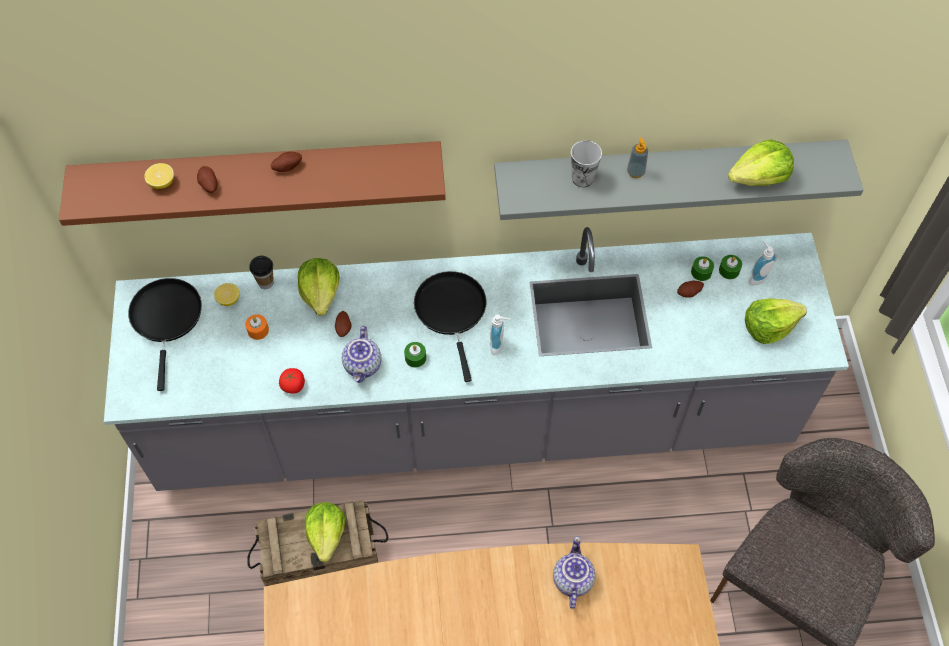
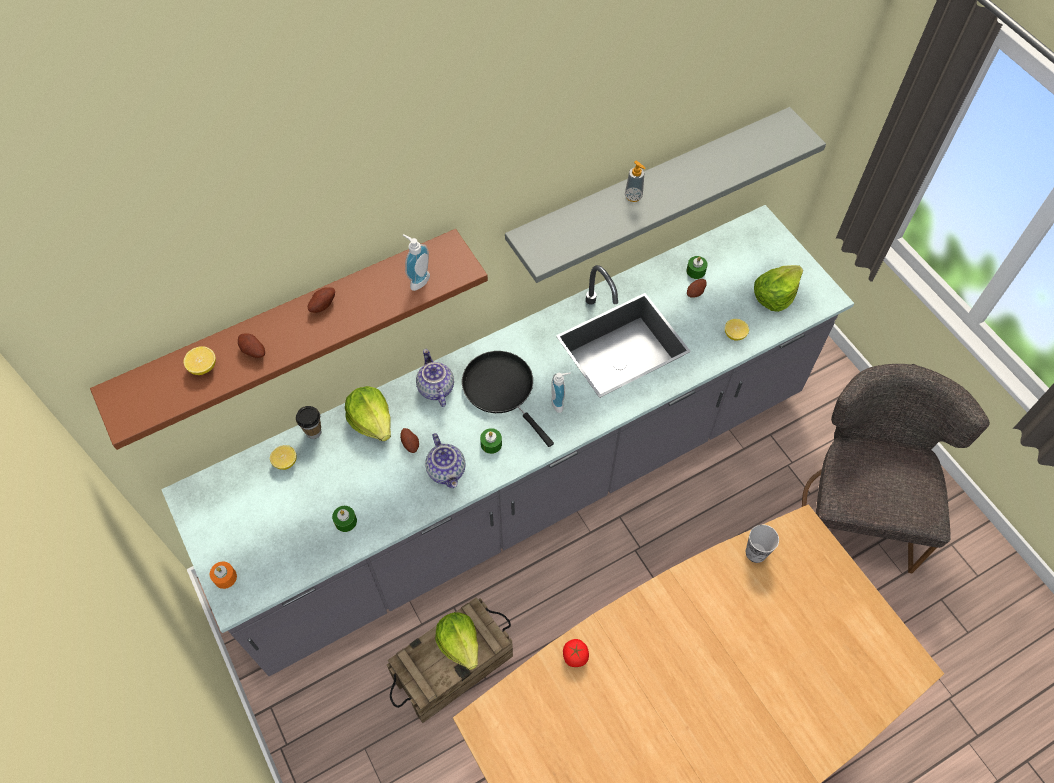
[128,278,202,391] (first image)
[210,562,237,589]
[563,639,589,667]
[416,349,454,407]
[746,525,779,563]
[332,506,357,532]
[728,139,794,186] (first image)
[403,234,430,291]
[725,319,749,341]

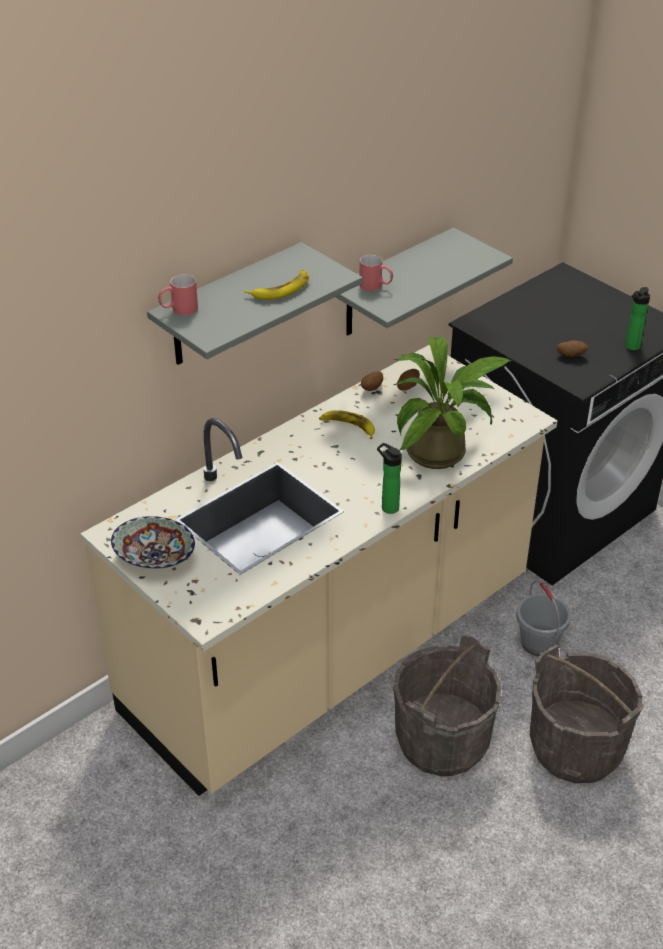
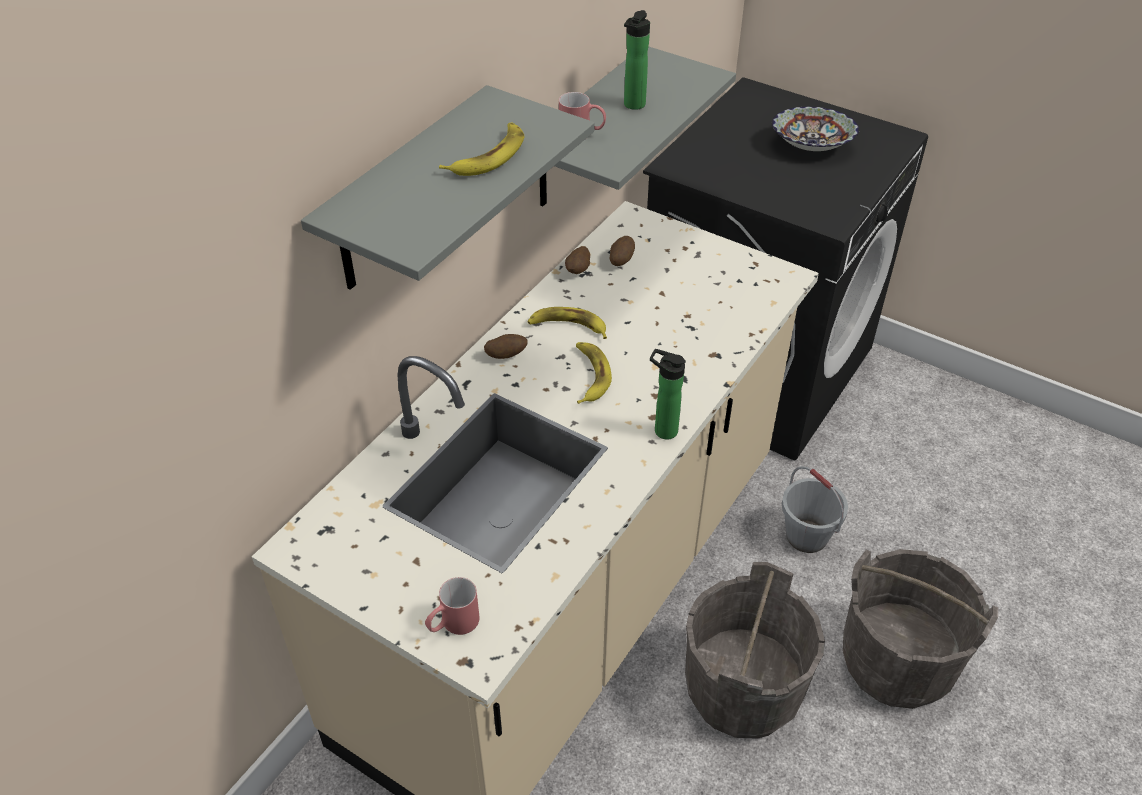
[772,107,859,151]
[425,577,480,635]
[393,337,512,469] (first image)
[484,334,528,359]
[624,10,650,110]
[576,342,612,404]

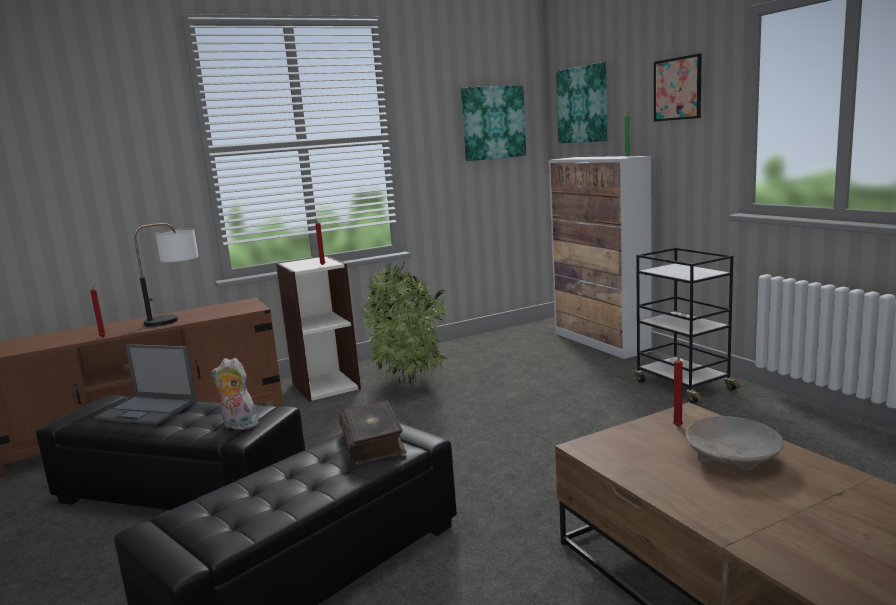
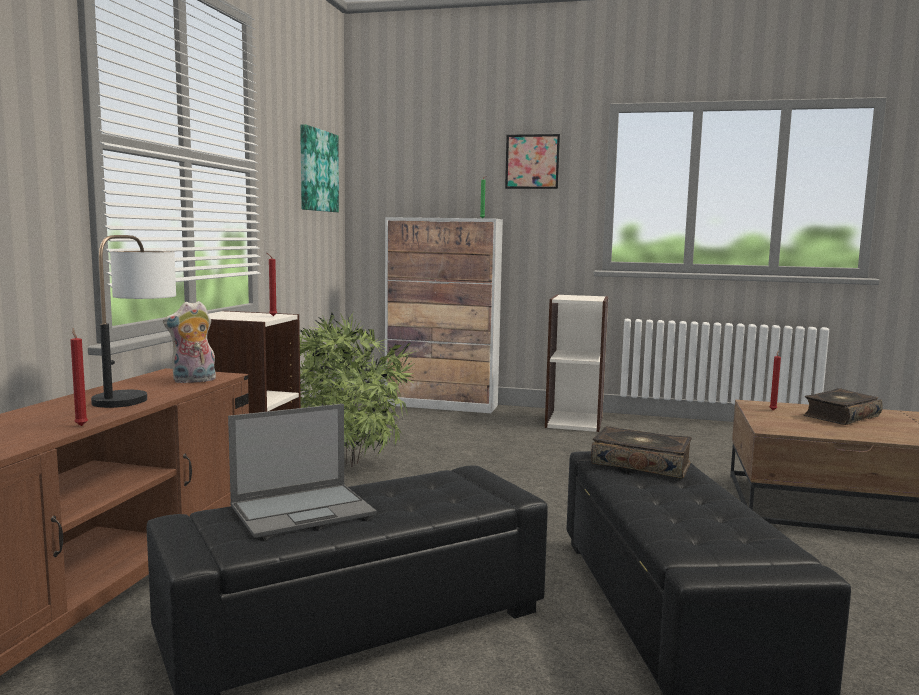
[163,301,216,383]
[556,62,607,143] (first image)
[545,294,608,432]
[803,388,883,425]

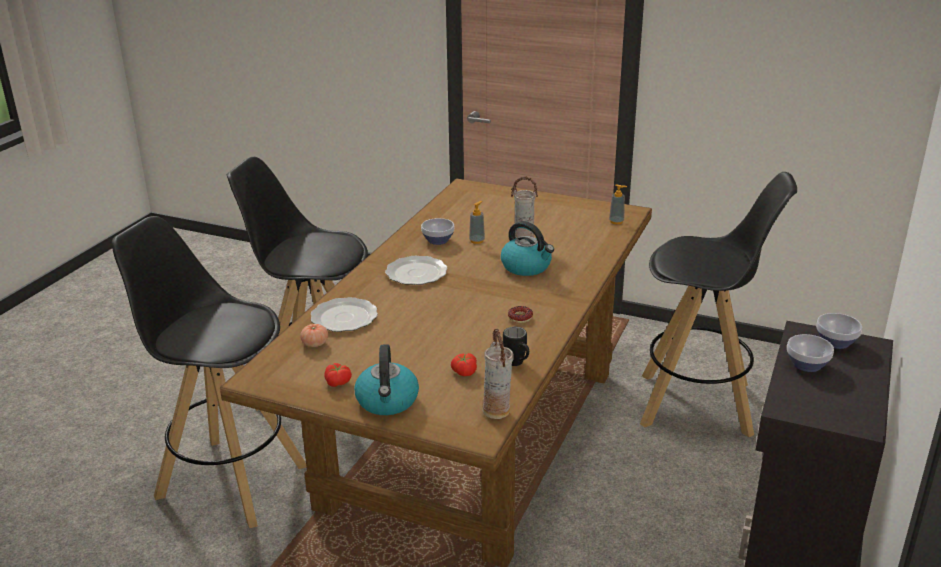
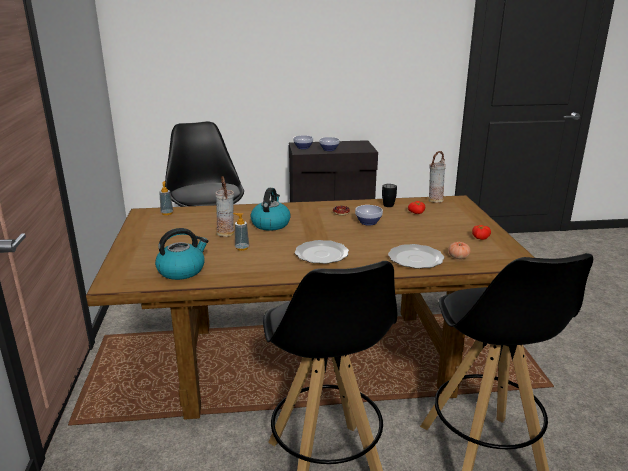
[155,228,209,280]
[355,205,383,226]

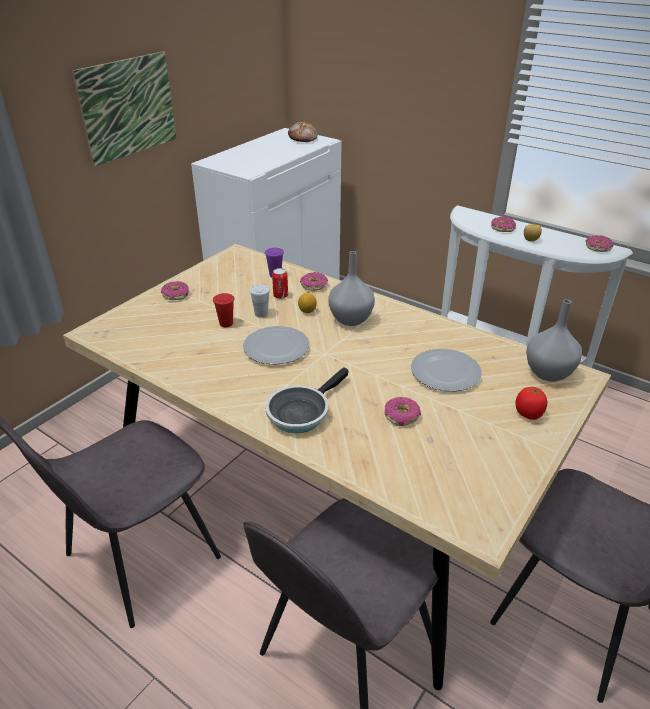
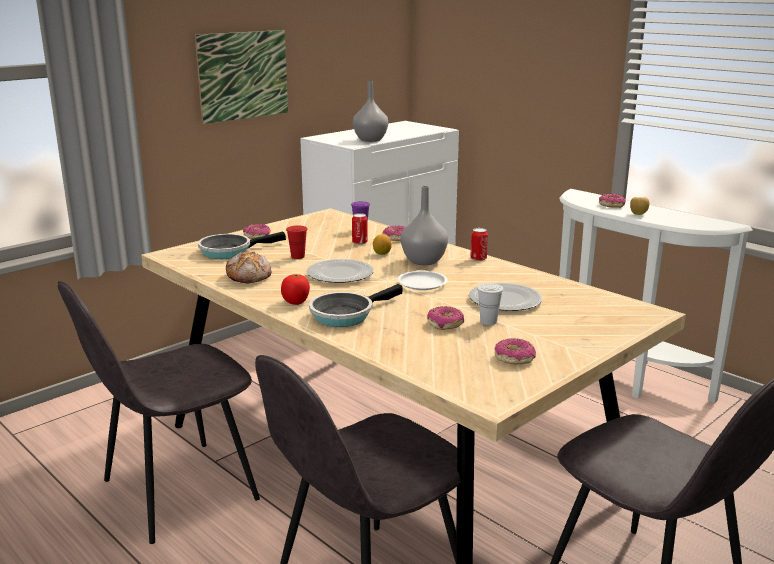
[477,283,504,325]
[226,251,271,283]
[281,274,310,305]
[353,81,388,142]
[494,338,536,365]
[198,231,286,259]
[397,271,447,290]
[470,228,488,261]

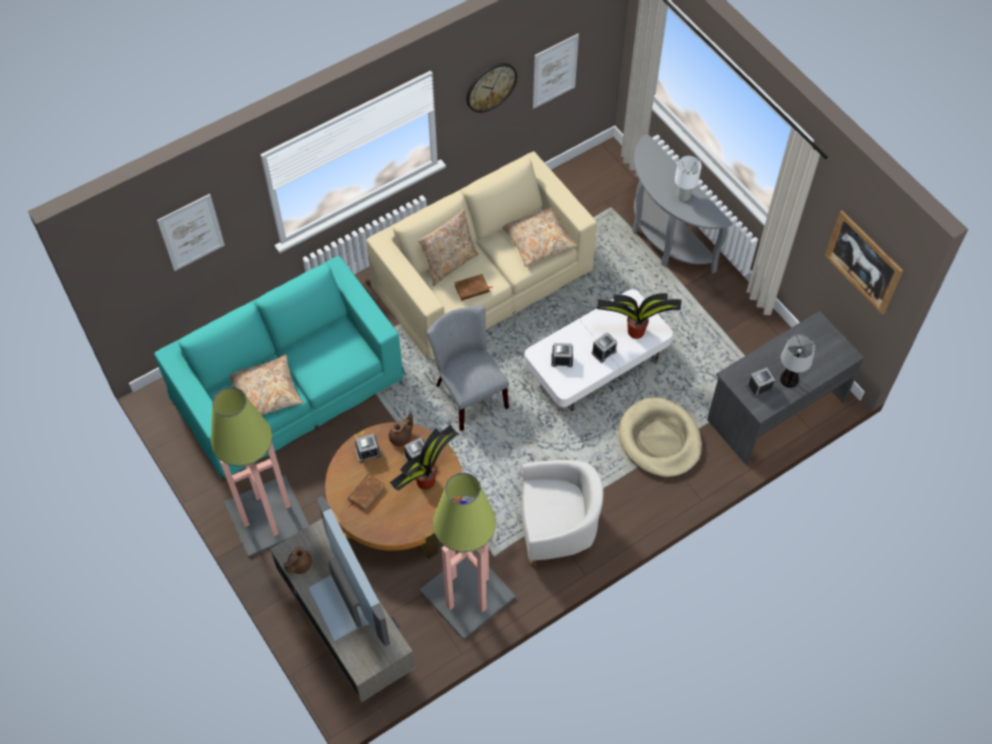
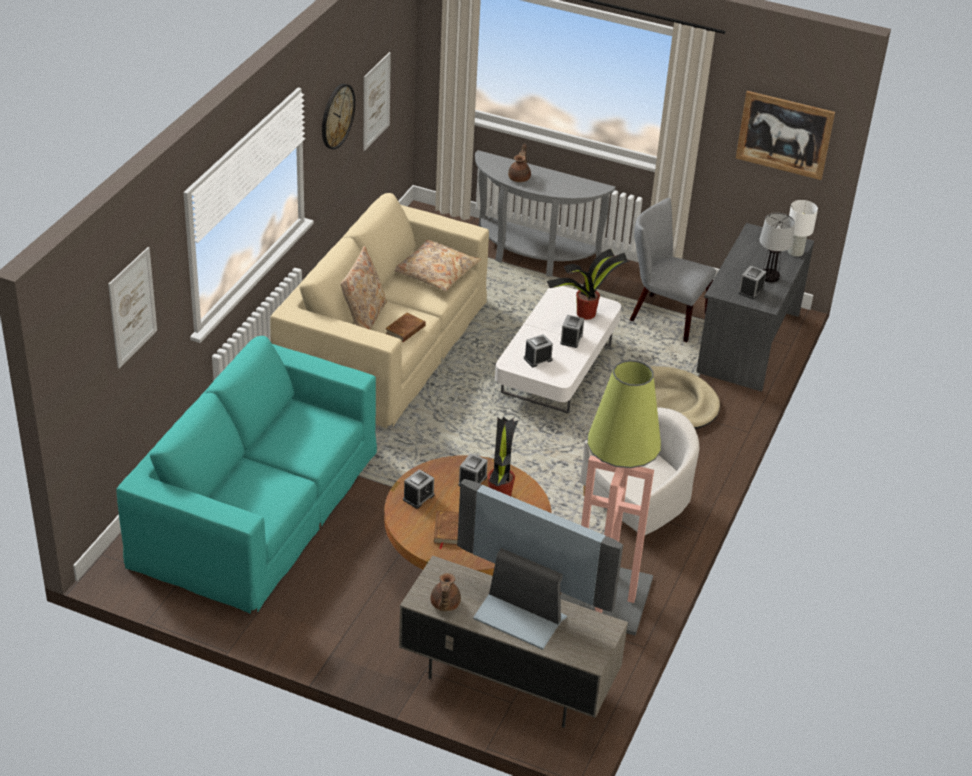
[211,387,309,557] (first image)
[229,354,303,415] (first image)
[508,143,531,182]
[630,198,716,342]
[788,200,818,257]

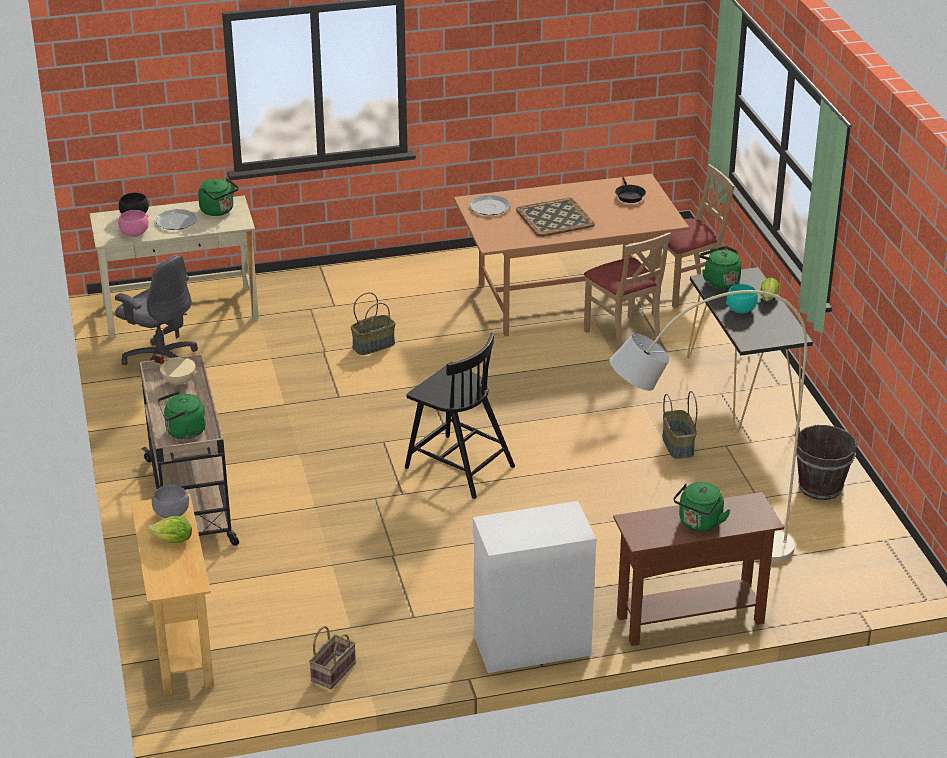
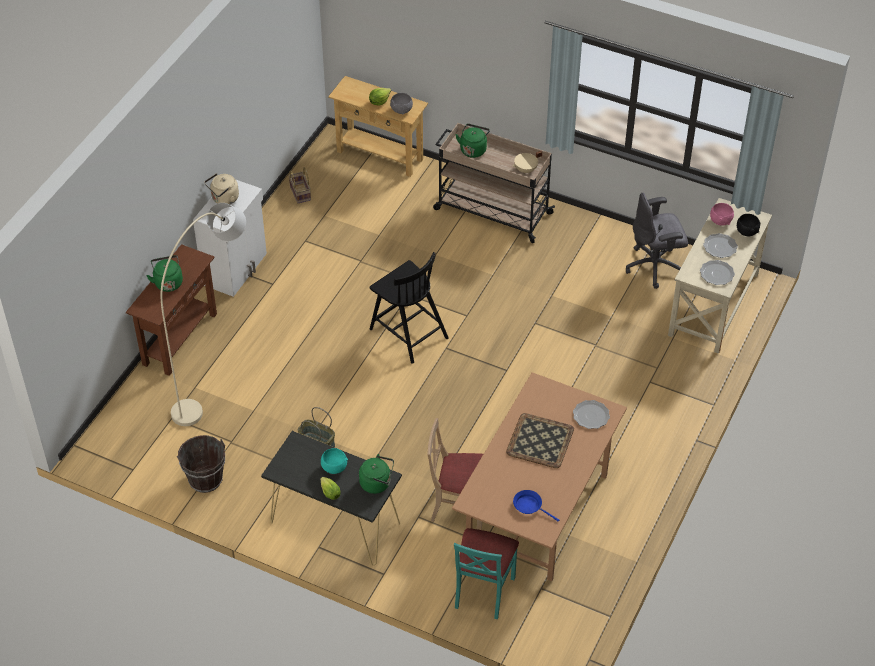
[700,260,735,285]
[351,292,396,355] (first image)
[370,252,449,364]
[513,490,559,522]
[454,528,519,619]
[204,173,239,205]

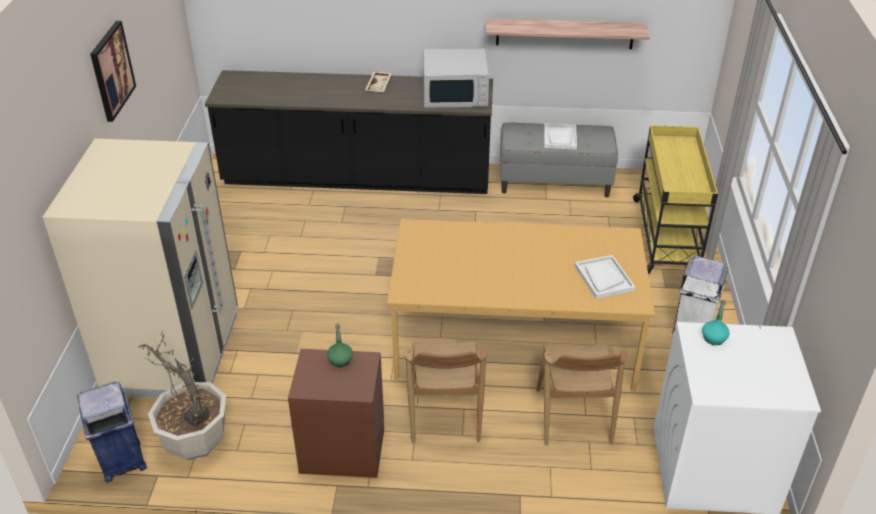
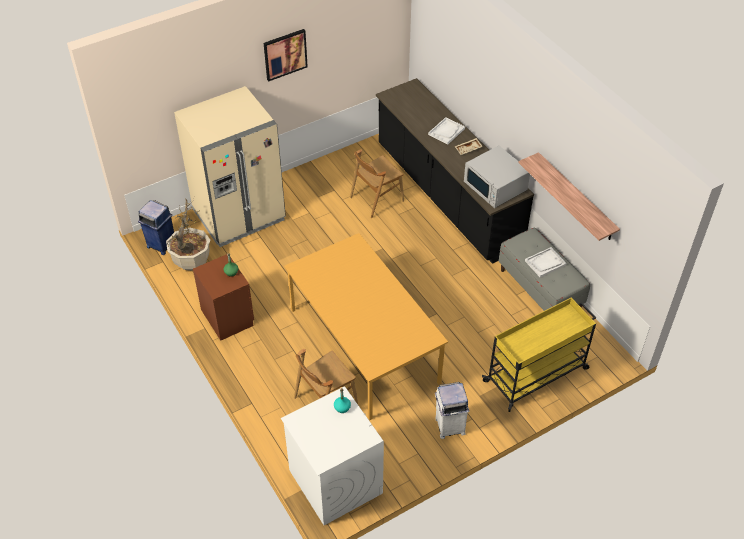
[350,149,404,218]
[428,117,465,145]

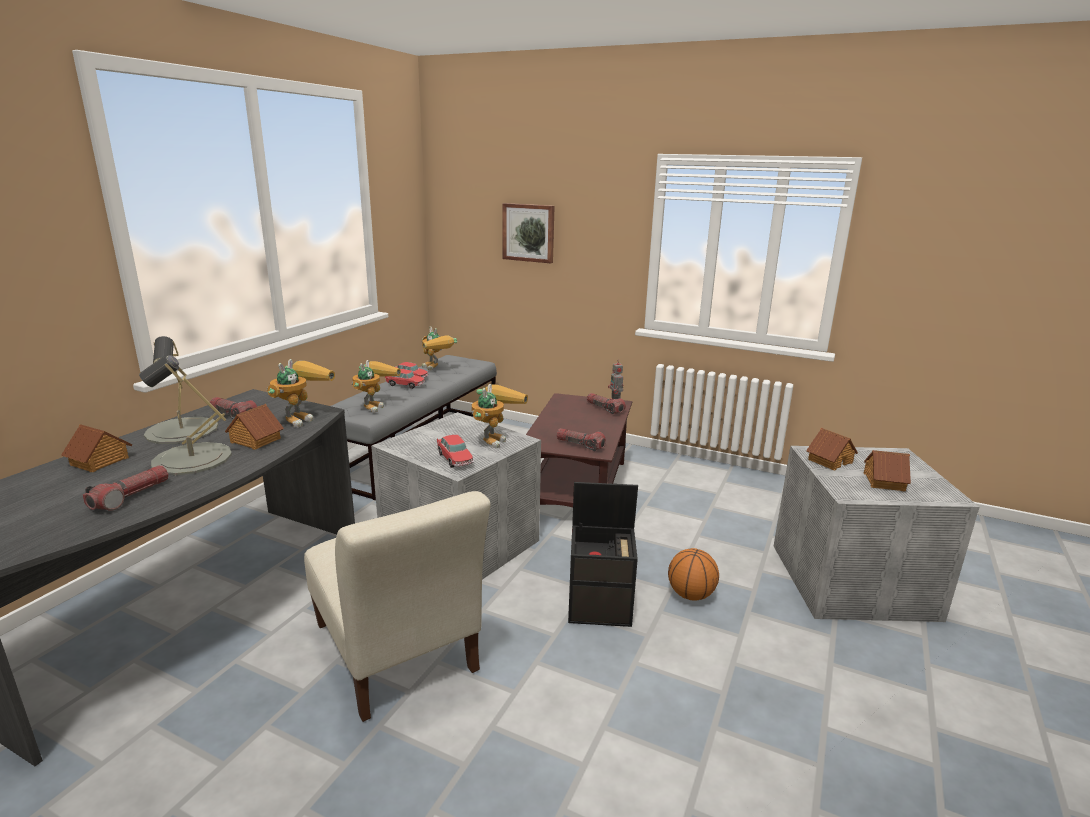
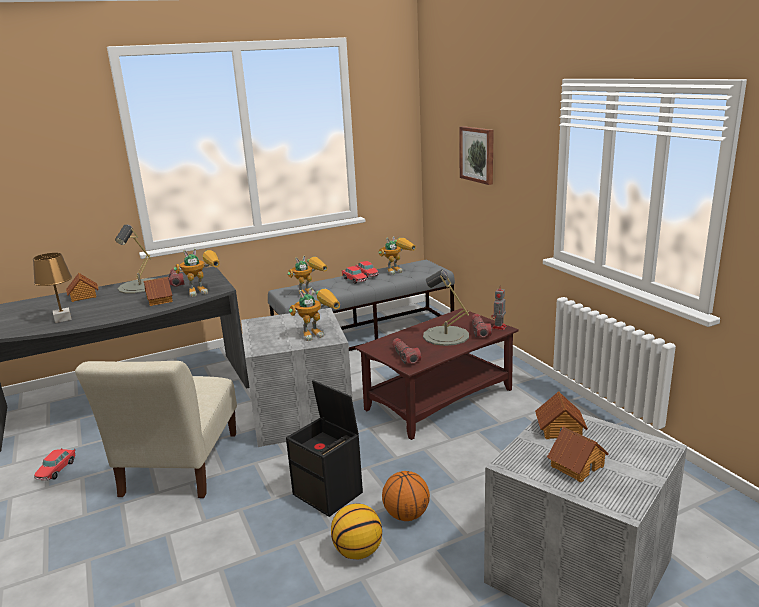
[33,253,72,323]
[423,269,469,346]
[379,236,416,275]
[34,448,76,480]
[331,503,382,559]

